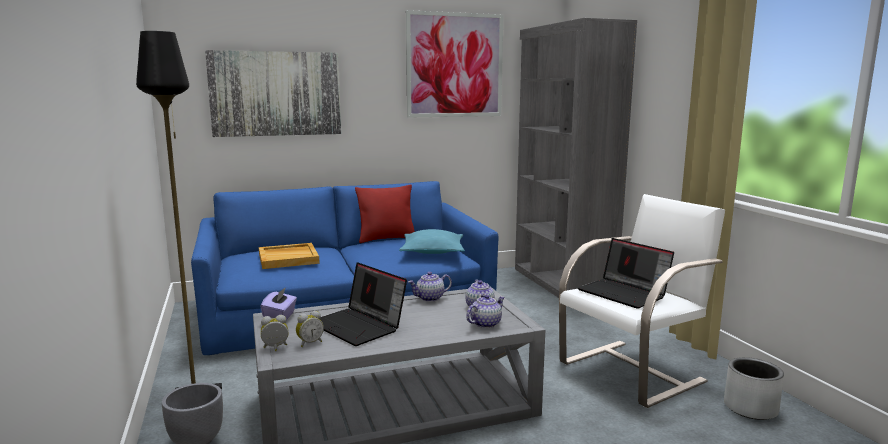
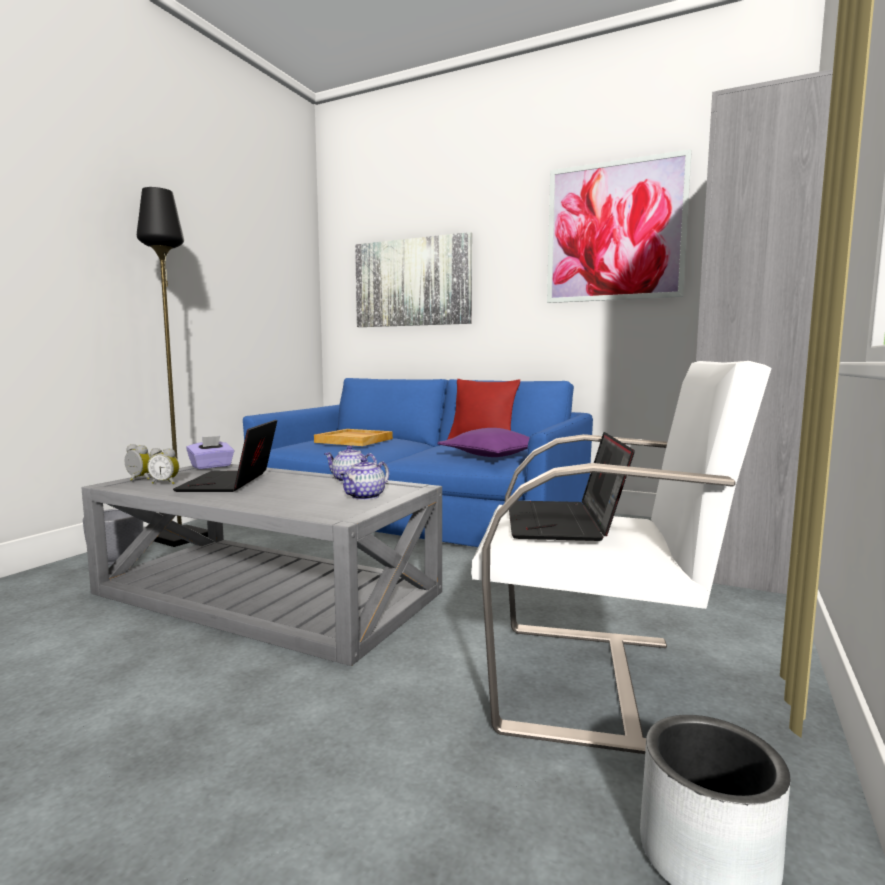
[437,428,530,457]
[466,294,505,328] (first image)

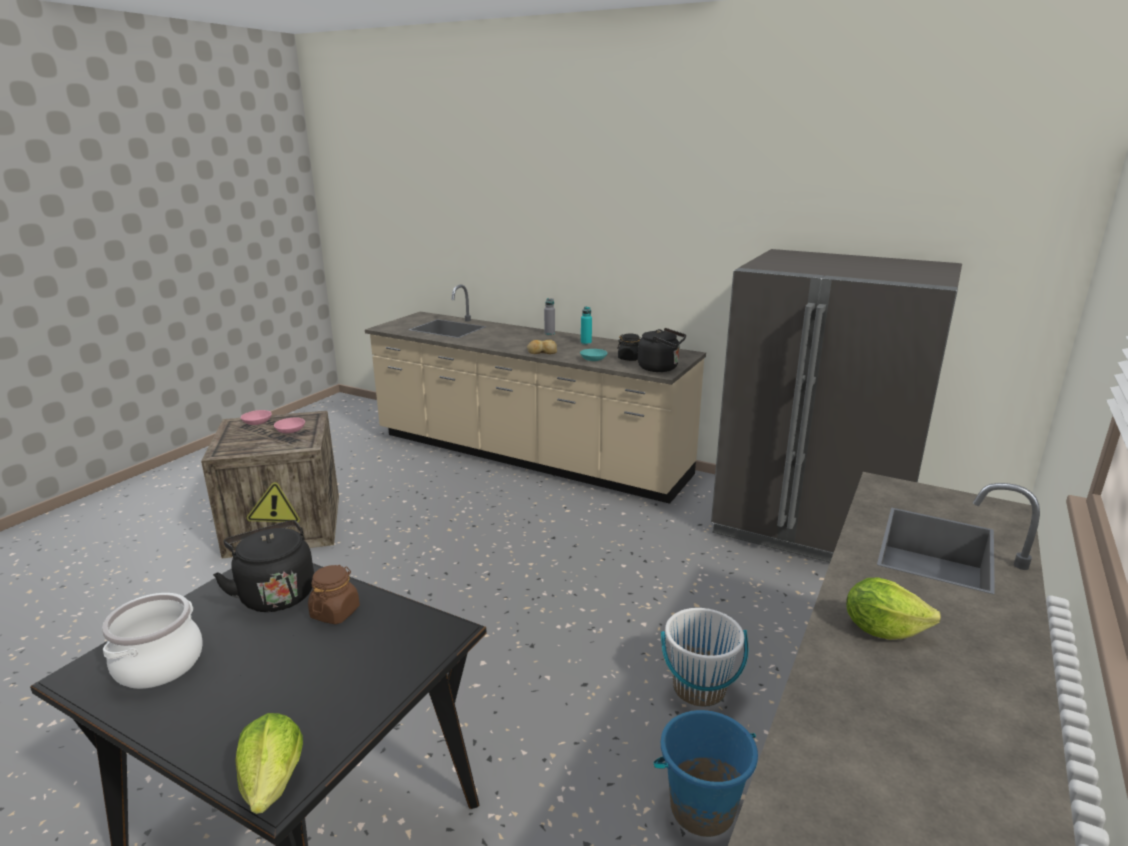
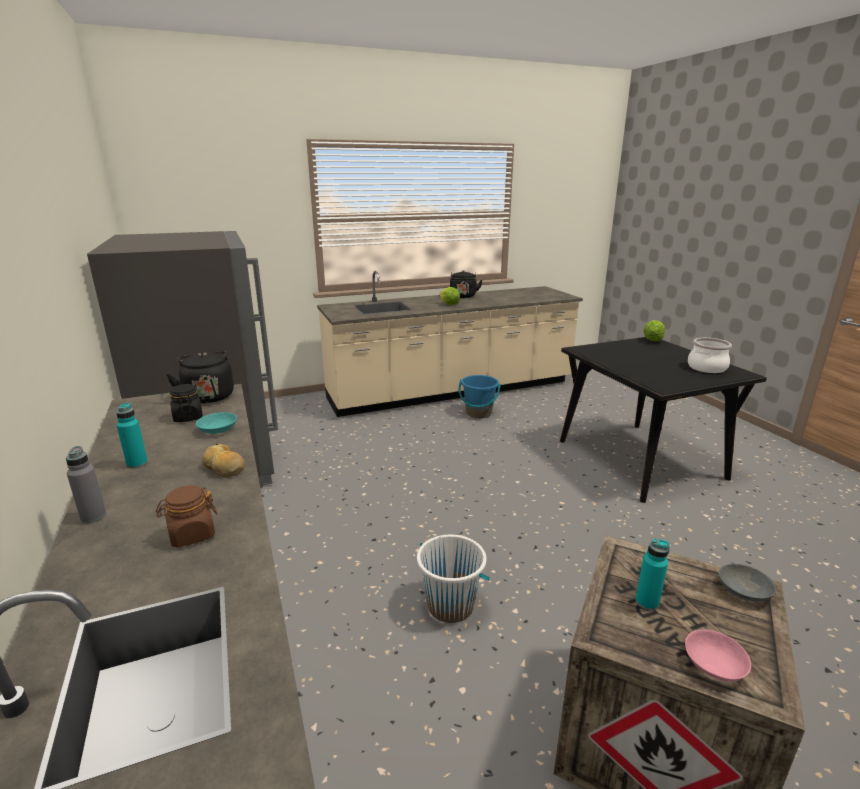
[450,270,483,298]
[635,539,670,611]
[156,486,217,547]
[417,535,490,623]
[719,564,776,602]

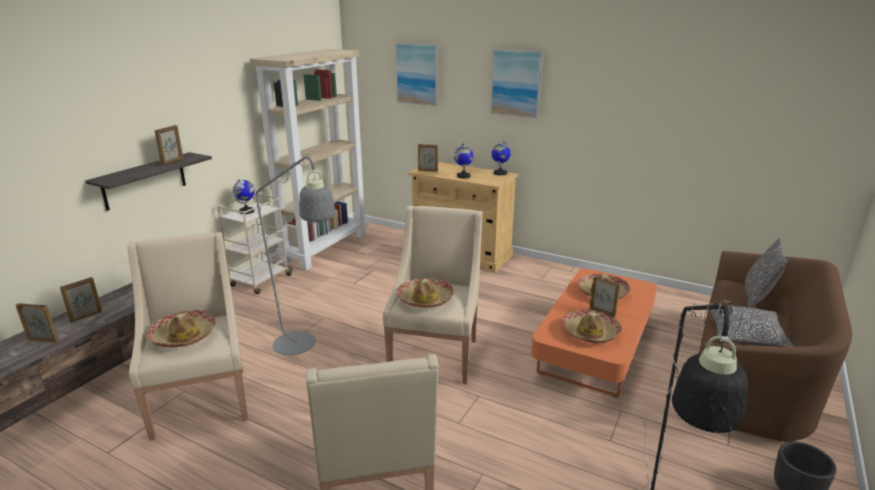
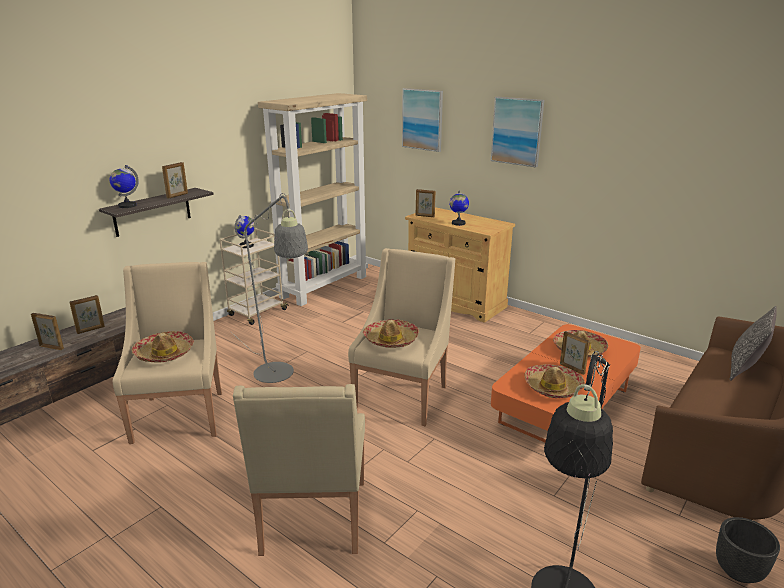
[110,165,139,208]
[706,304,794,347] (first image)

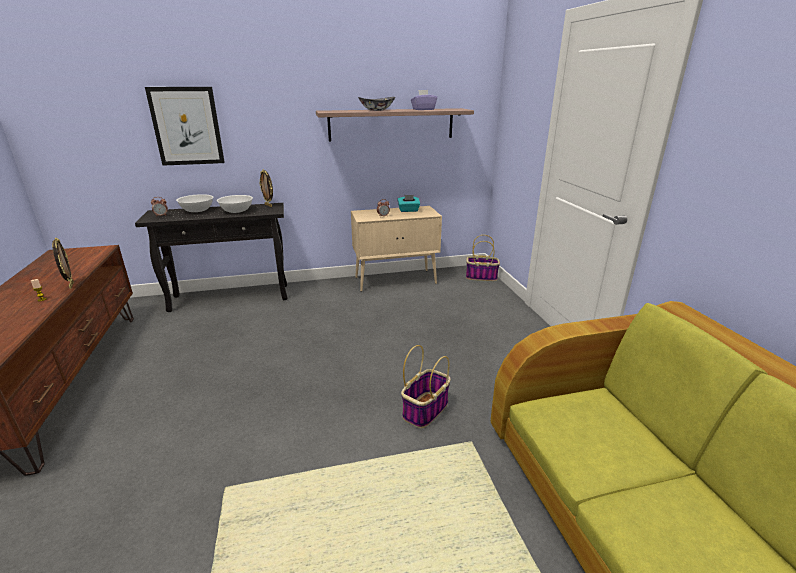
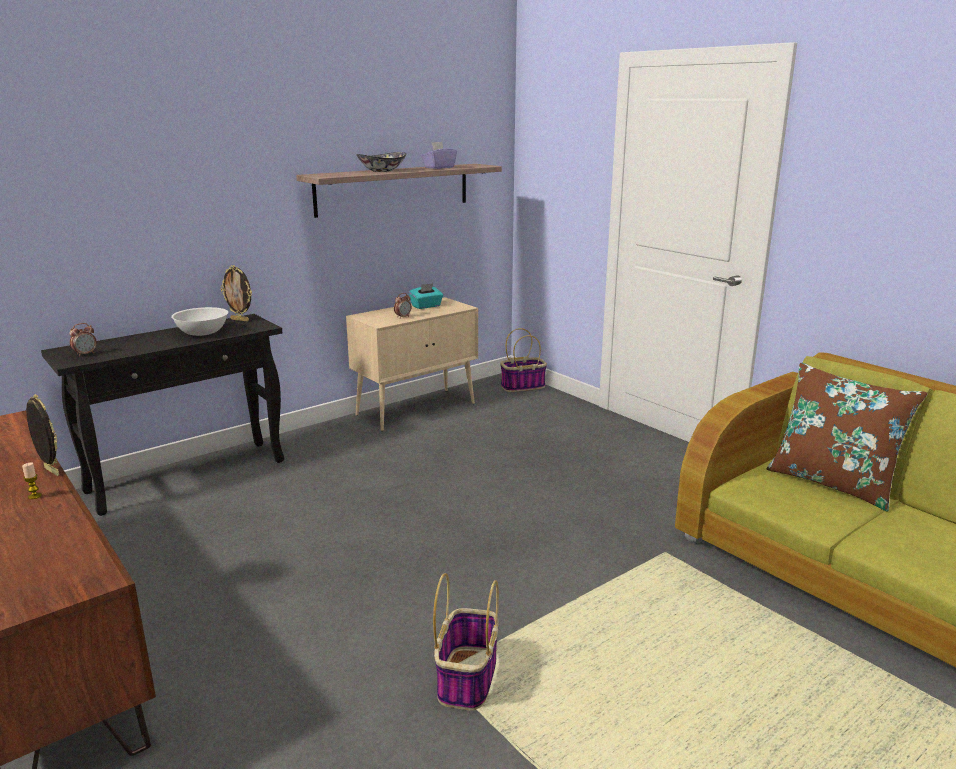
[145,87,225,166] (first image)
[176,194,213,212] (first image)
[433,573,499,711]
[767,362,928,512]

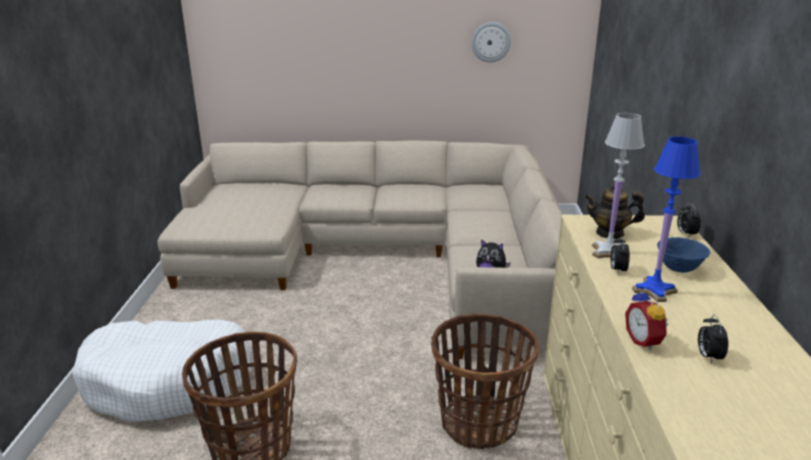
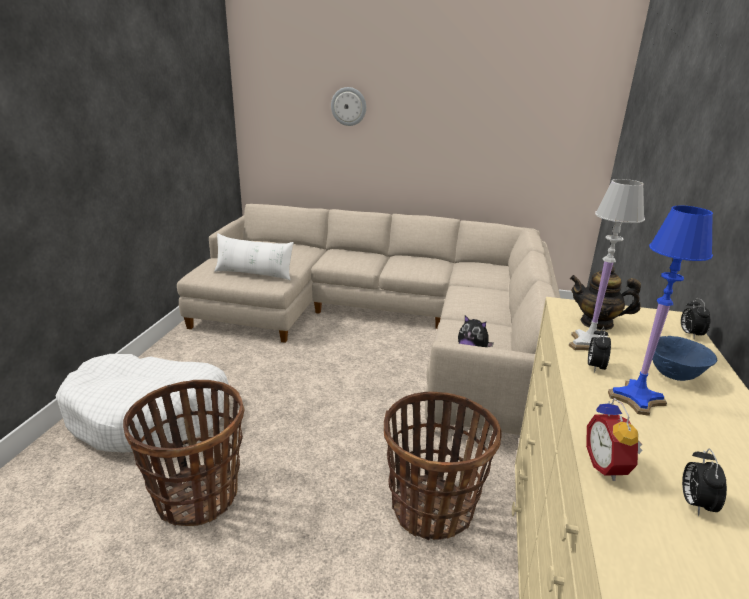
[331,87,366,126]
[214,233,294,280]

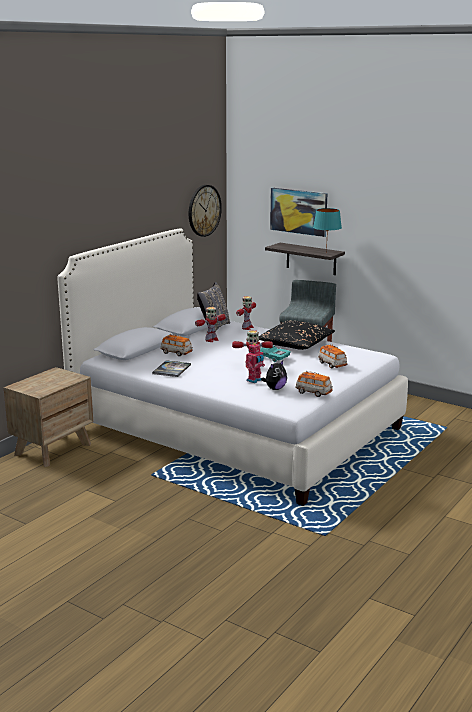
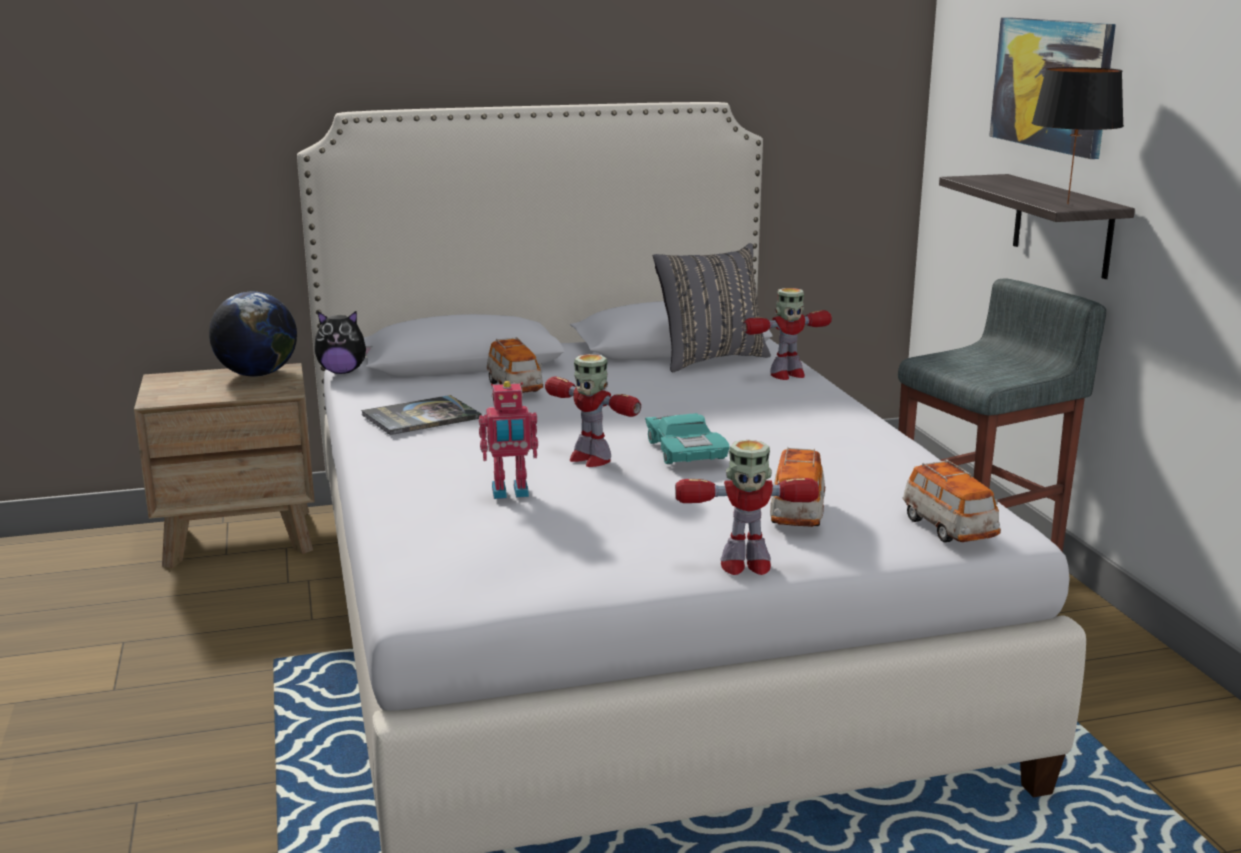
[189,185,222,237] (first image)
[675,440,819,575]
[258,320,335,350] (first image)
[314,311,372,374]
[903,459,1001,542]
[1032,67,1124,204]
[209,292,297,377]

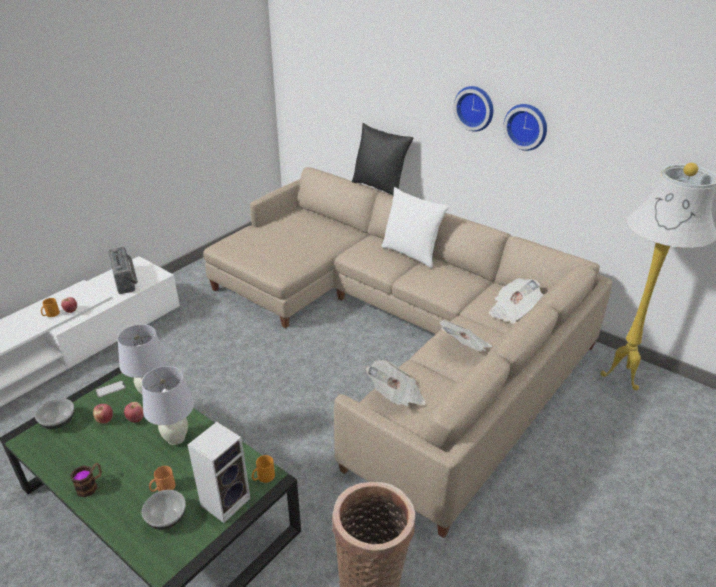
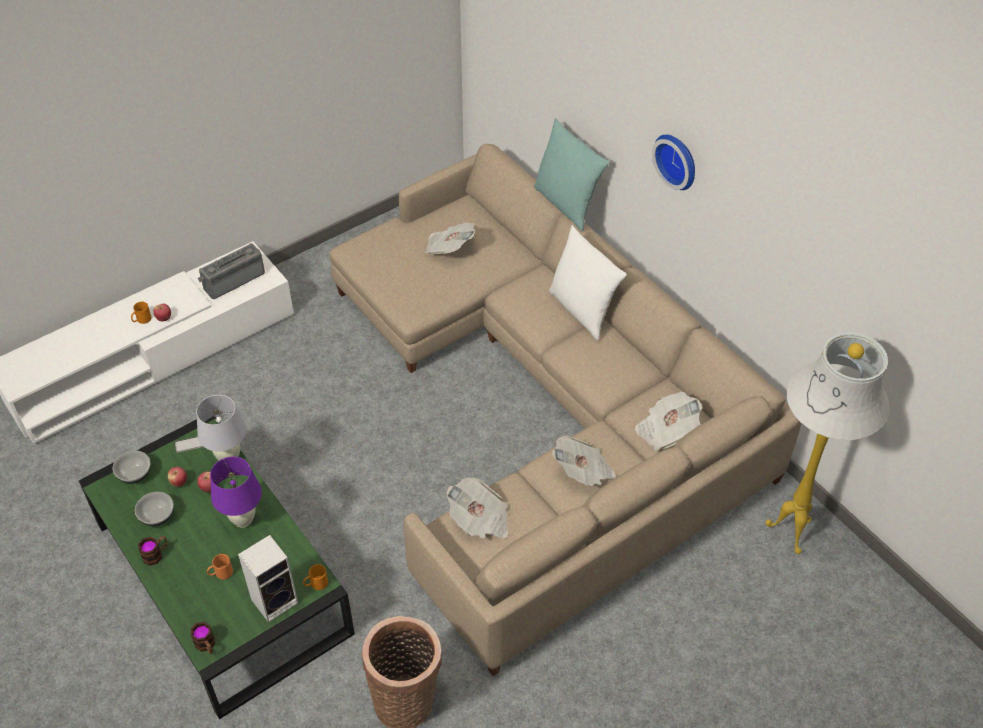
[198,243,265,299]
[210,457,262,528]
[135,492,174,527]
[534,118,610,232]
[504,104,547,151] (first image)
[191,622,215,654]
[424,222,475,254]

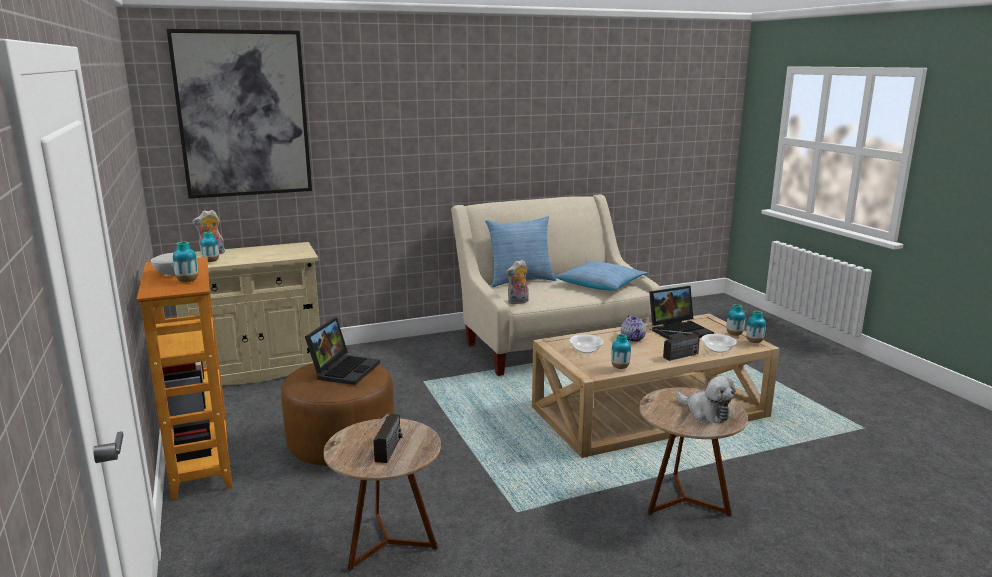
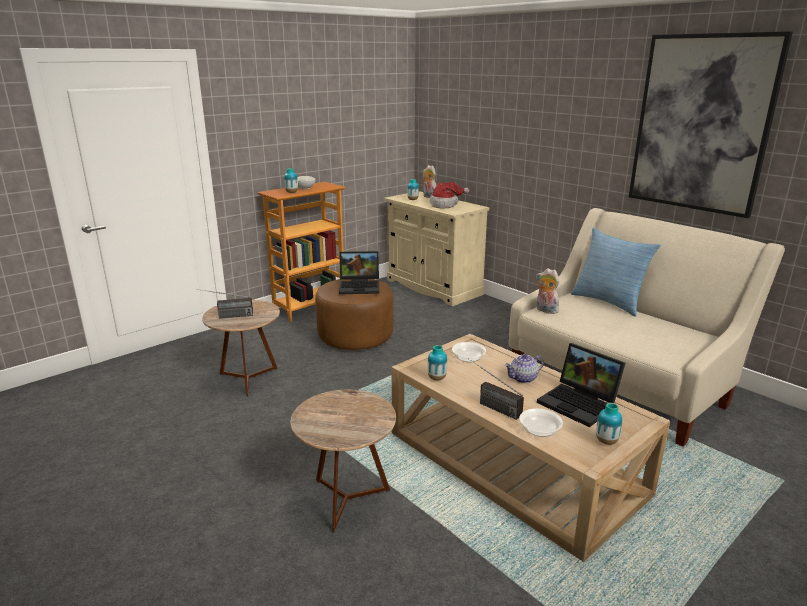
[629,31,793,218]
[555,262,647,290] (first image)
[676,376,736,423] (first image)
[746,311,766,343] (first image)
[429,182,469,208]

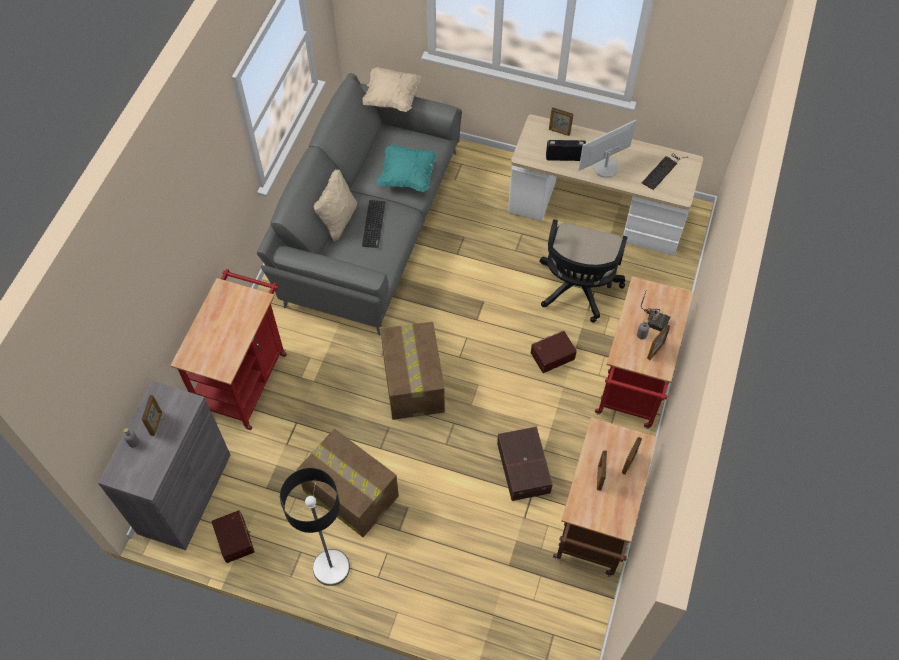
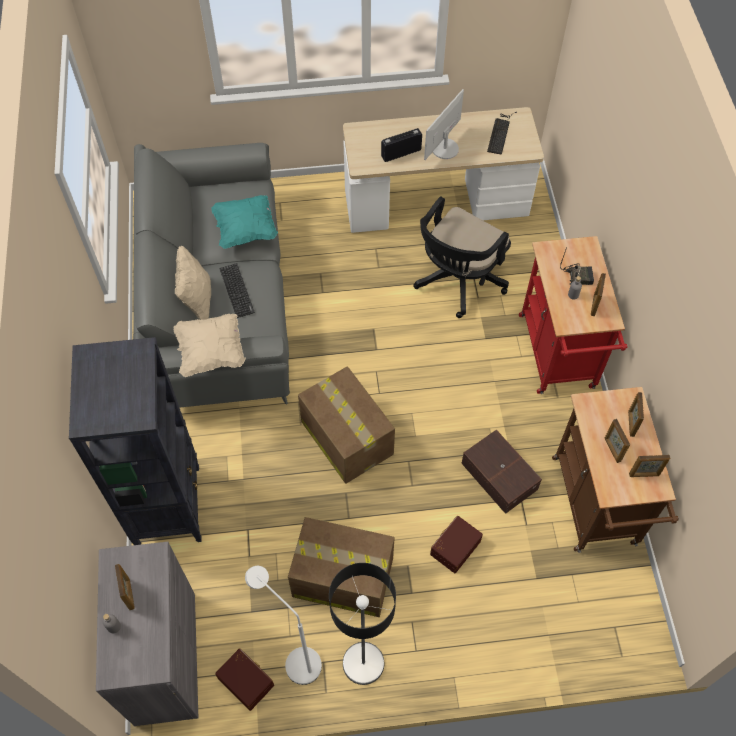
[69,337,202,545]
[174,314,246,377]
[430,516,483,573]
[413,196,511,318]
[629,455,670,477]
[245,566,322,685]

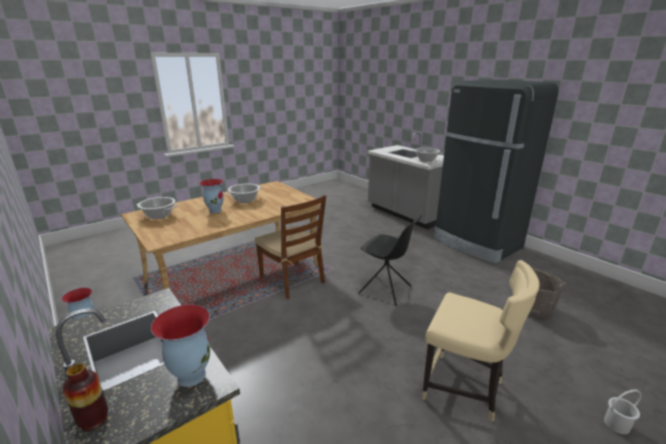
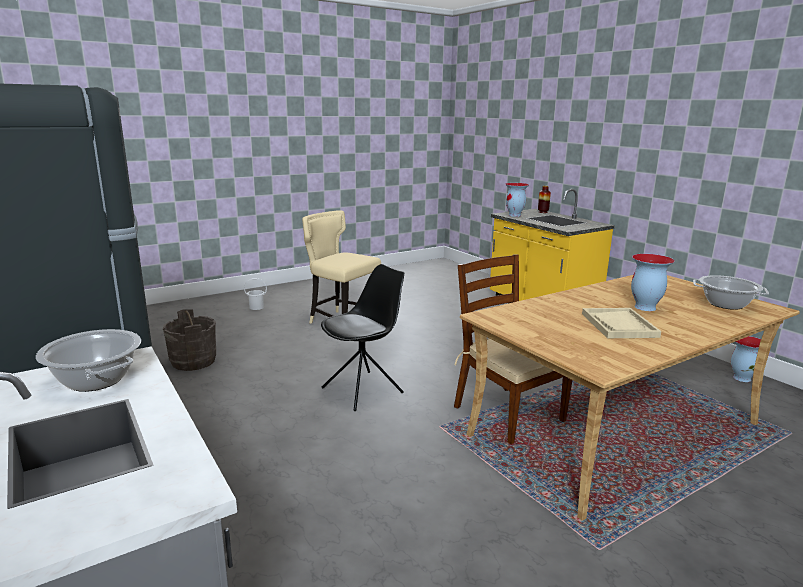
[582,308,661,338]
[321,264,404,411]

